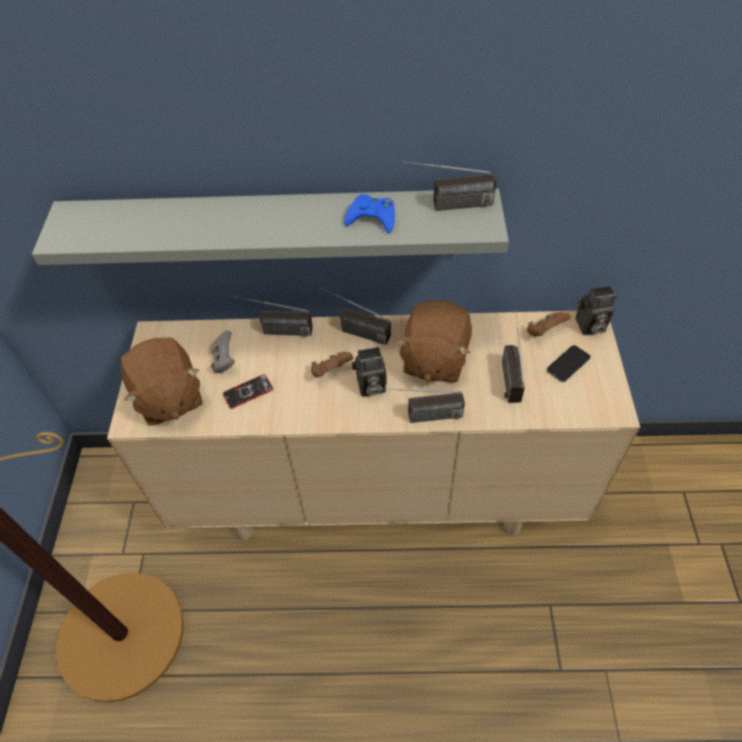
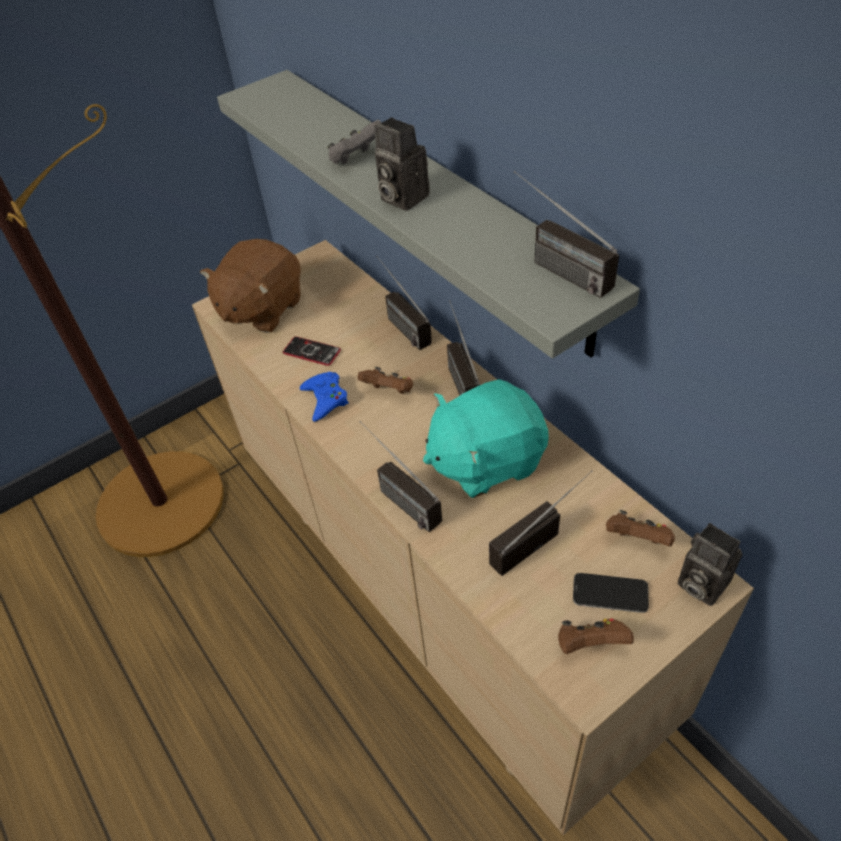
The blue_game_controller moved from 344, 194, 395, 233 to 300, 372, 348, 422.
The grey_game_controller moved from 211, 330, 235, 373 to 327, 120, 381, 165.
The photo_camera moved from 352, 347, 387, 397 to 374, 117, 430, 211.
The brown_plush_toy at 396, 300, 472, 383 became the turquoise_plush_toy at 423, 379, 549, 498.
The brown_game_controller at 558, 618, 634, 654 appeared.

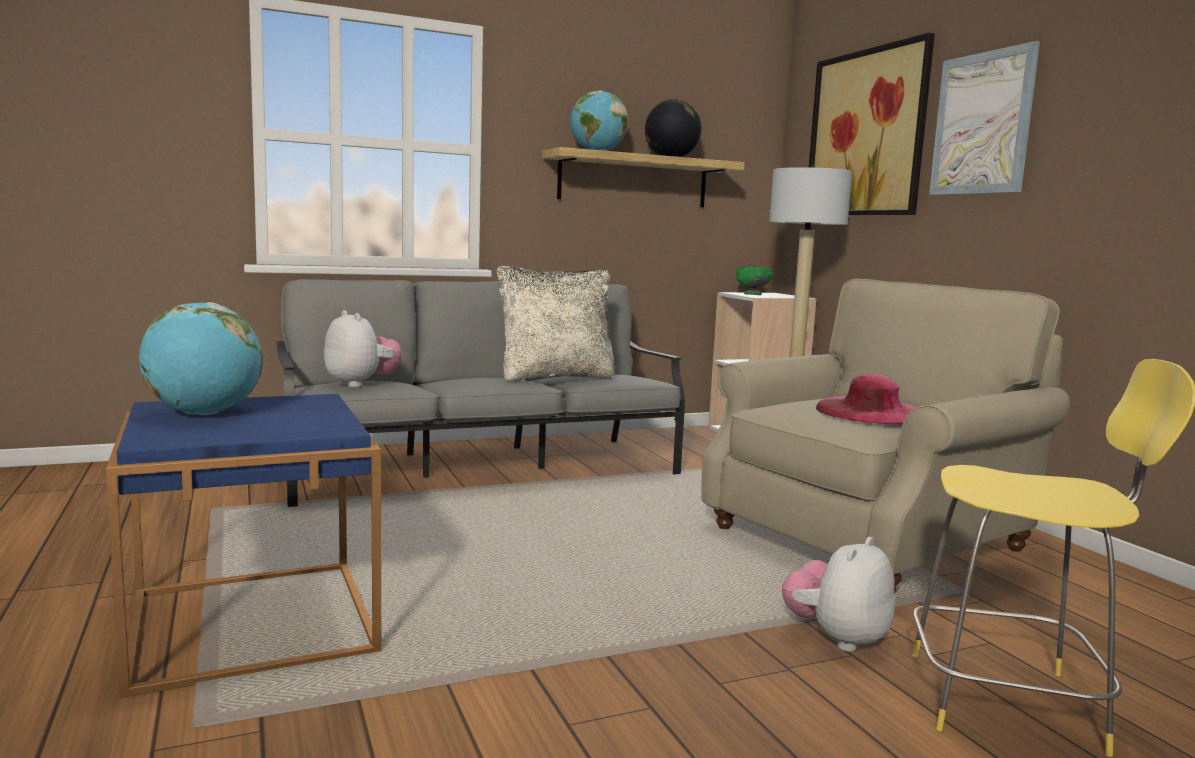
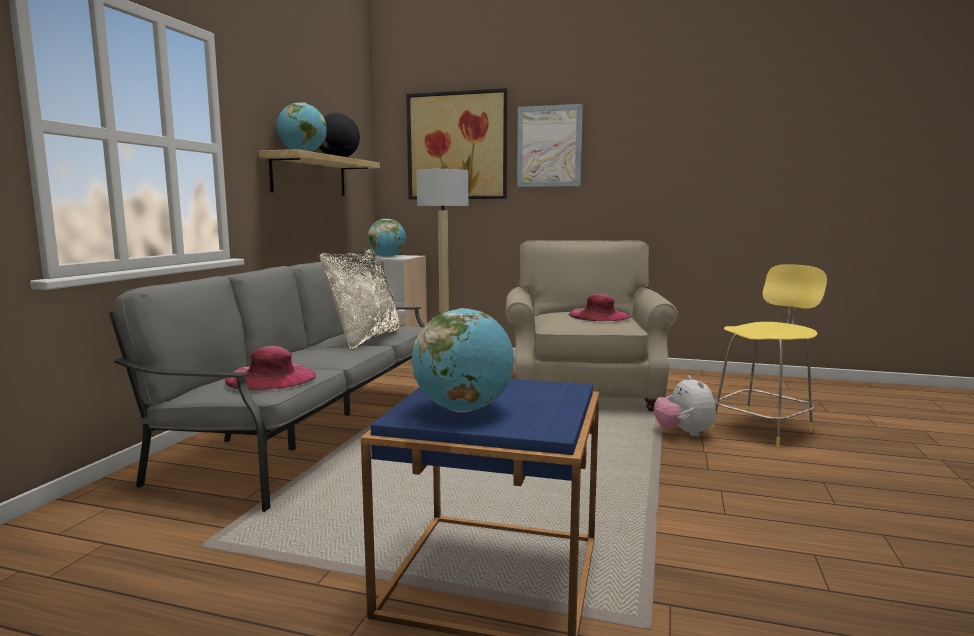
The plush_toy at 324, 310, 401, 387 was replaced by the pink_hat at 225, 346, 316, 390.
The green_bowl at 736, 267, 773, 295 was replaced by the globe at 368, 219, 406, 258.

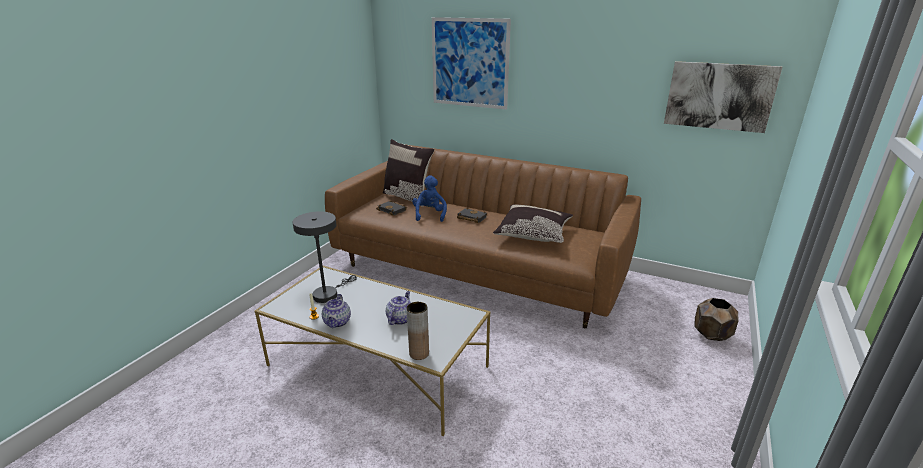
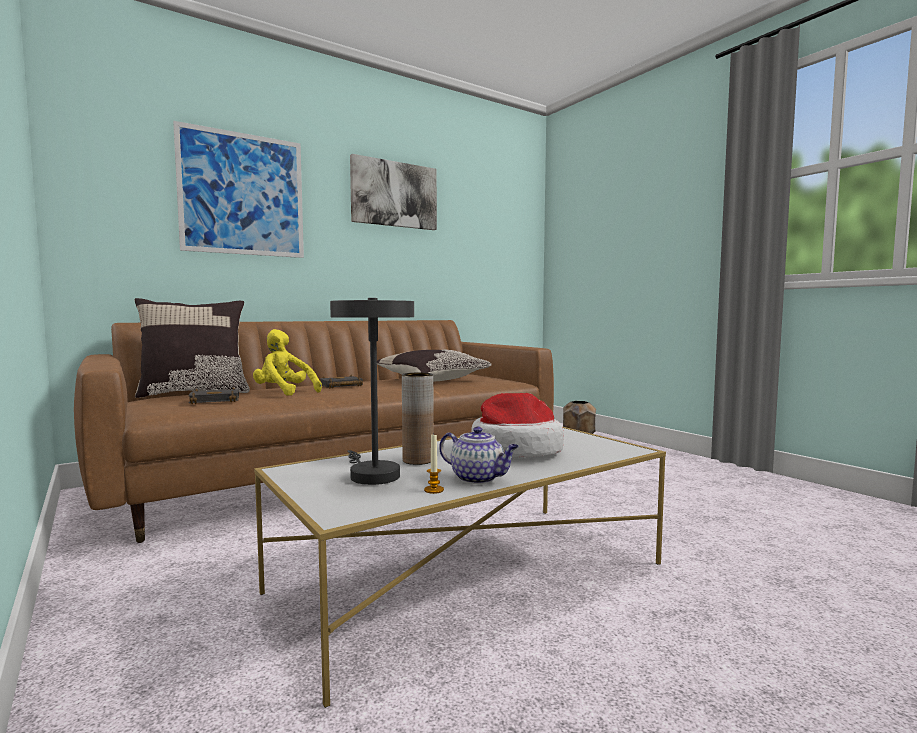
The blue_plush_toy at 412, 175, 447, 222 became the yellow_plush_toy at 253, 329, 322, 396.
The picture moved from 664, 61, 782, 133 to 350, 154, 437, 230.
The brown_vase moved from 407, 302, 429, 360 to 402, 373, 434, 465.
The teapot at 386, 291, 411, 325 was replaced by the hat at 471, 393, 564, 458.

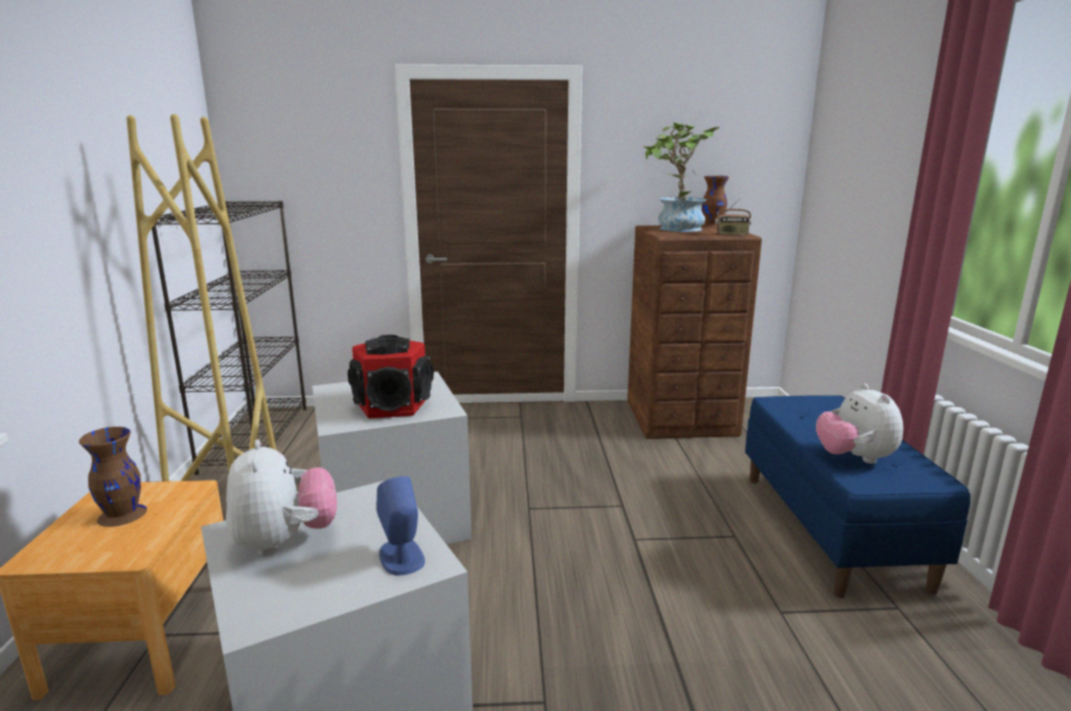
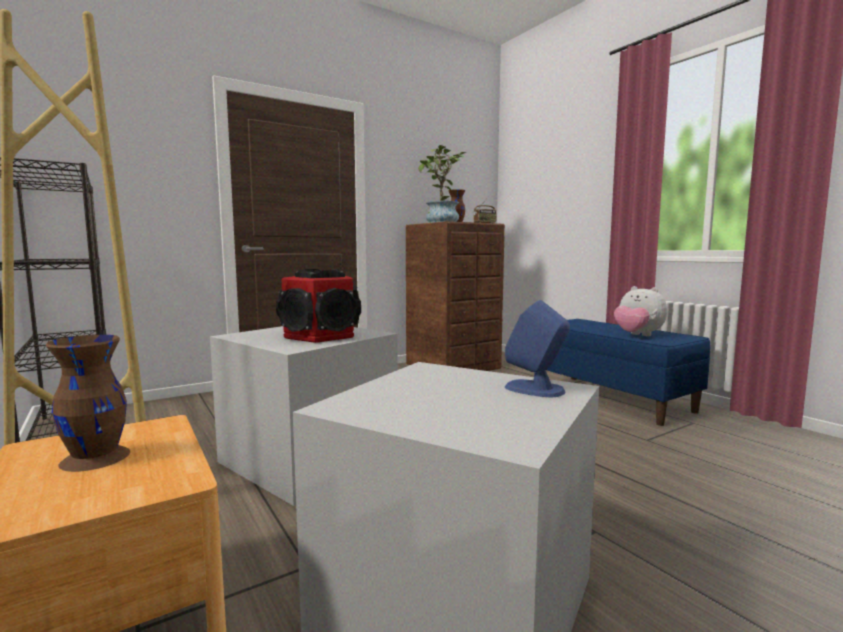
The plush_toy at 226, 440, 337, 557 disappeared.

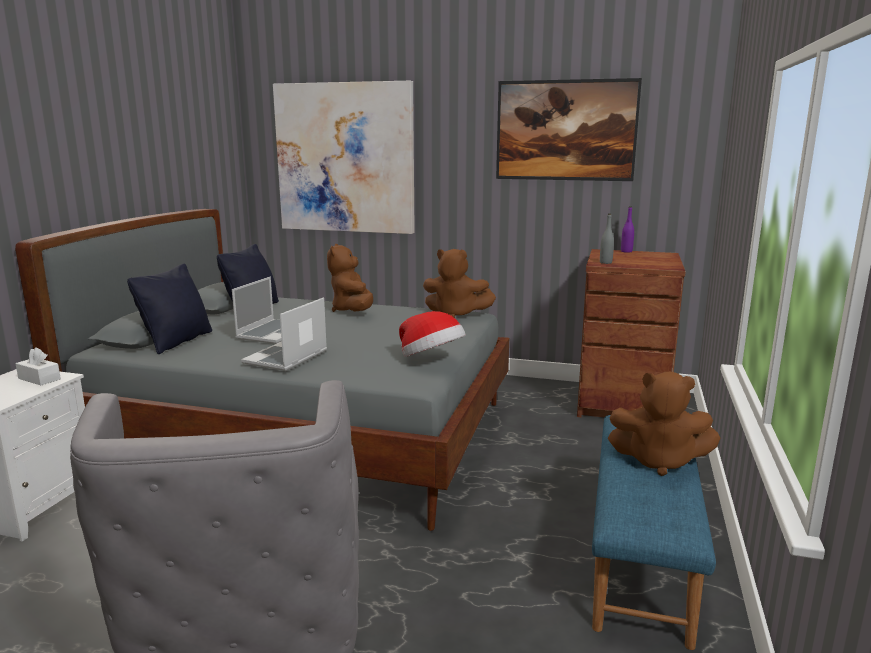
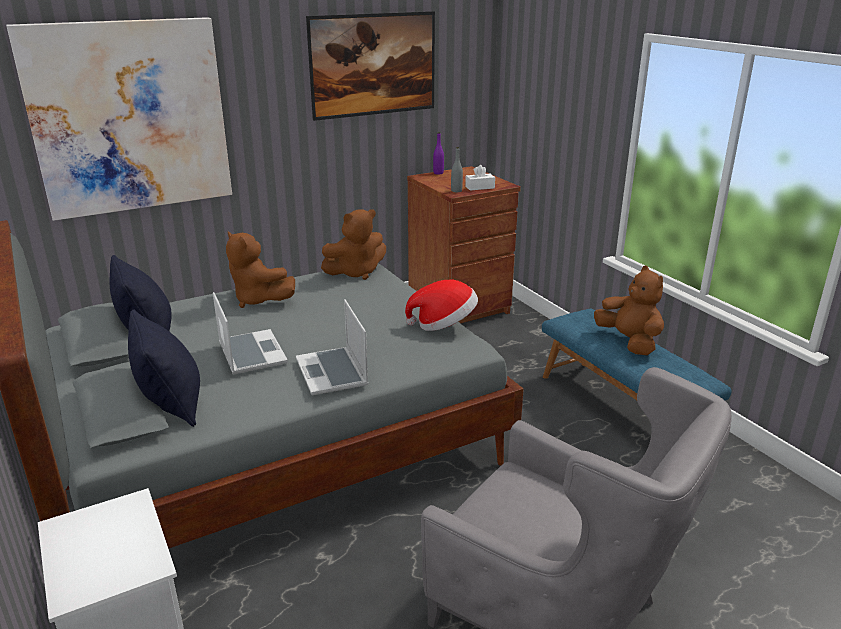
The white_tissue_box moved from 15, 347, 61, 385 to 465, 165, 495, 191.
The brown_plush_toy at 608, 372, 720, 476 turned 90 degrees counterclockwise.

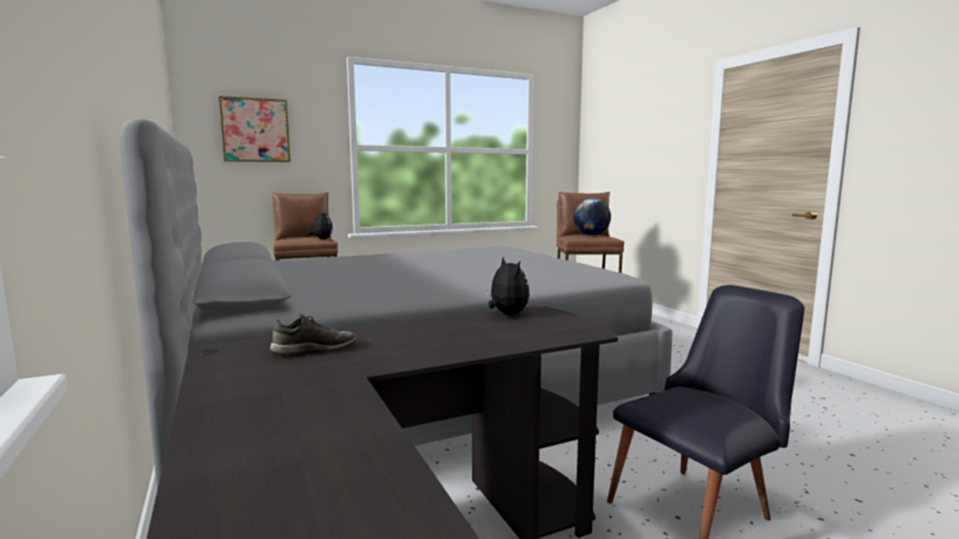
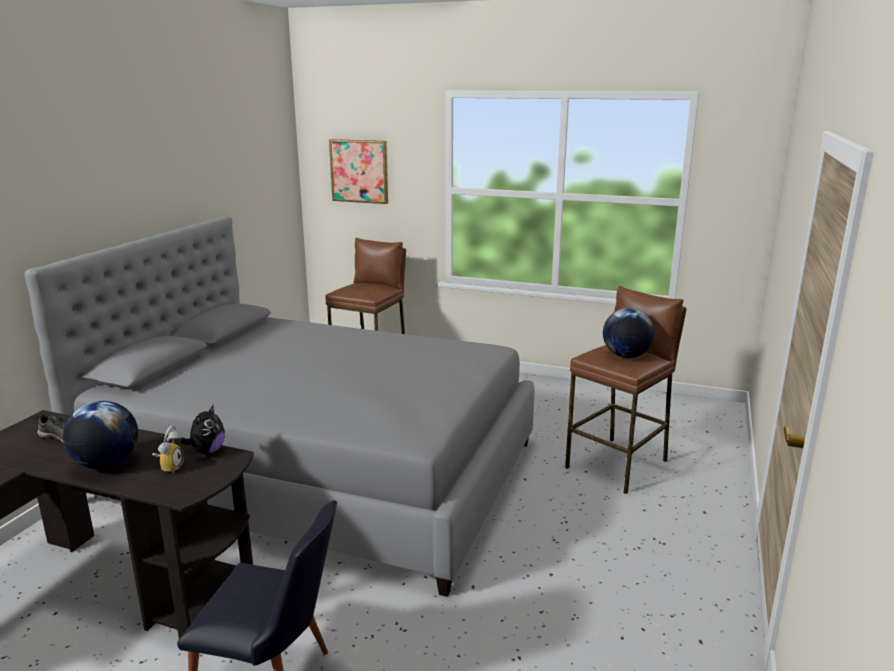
The globe at 63, 401, 138, 469 appeared.
The alarm_clock at 152, 426, 184, 473 appeared.
The plush_toy at 308, 211, 333, 239 disappeared.

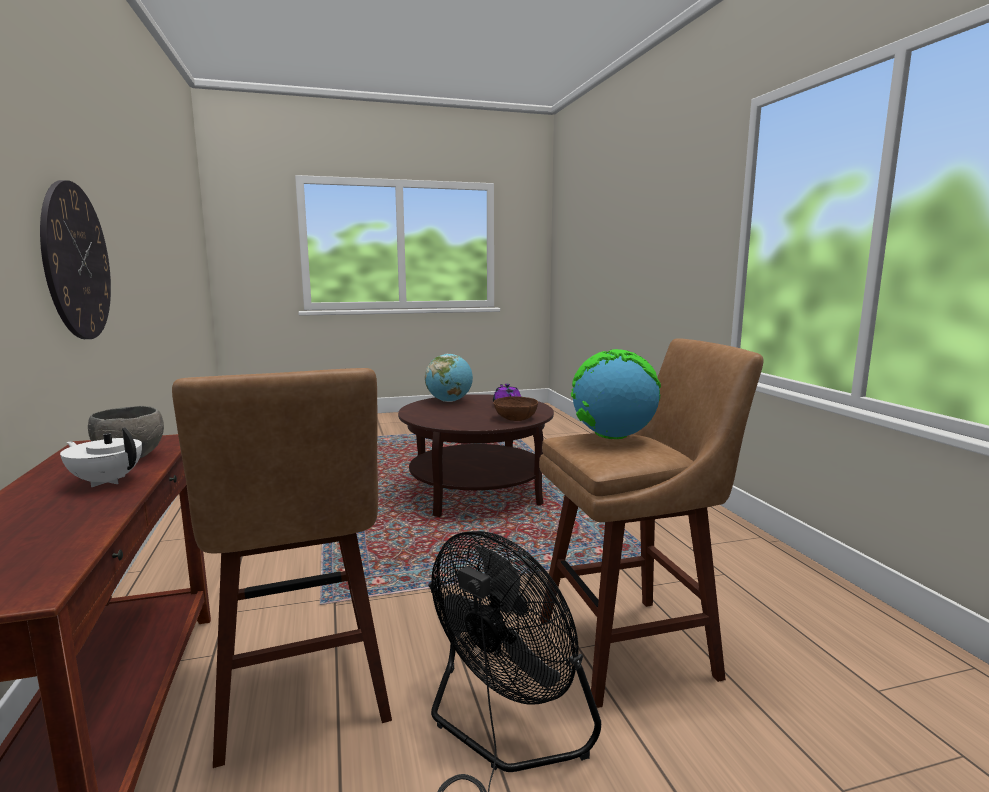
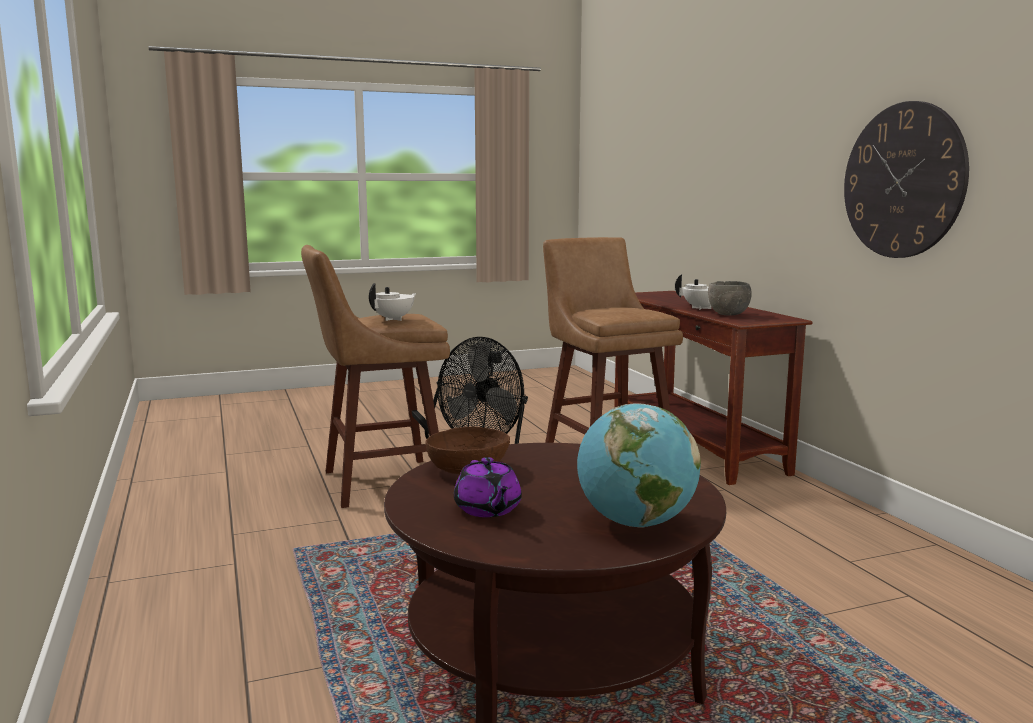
The globe at 571, 349, 661, 439 was replaced by the white_teapot at 369, 283, 417, 321.

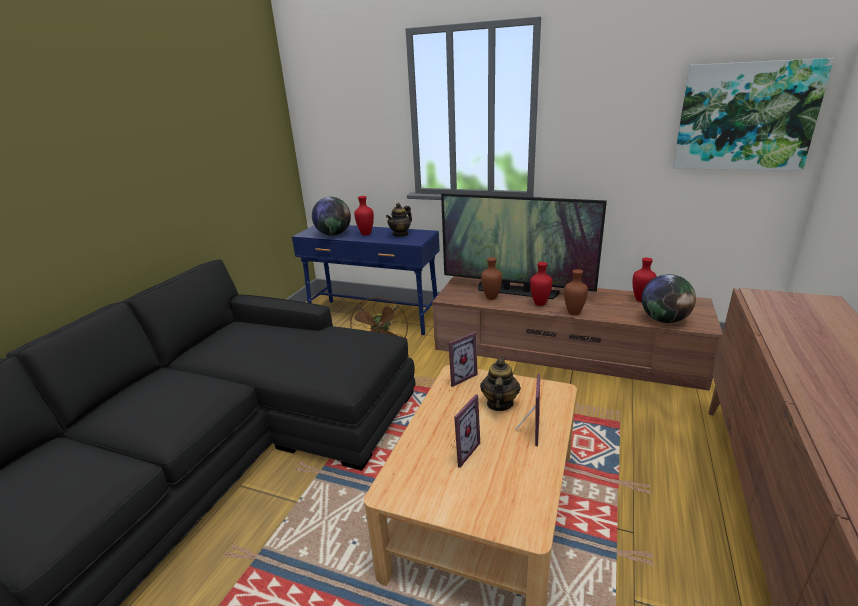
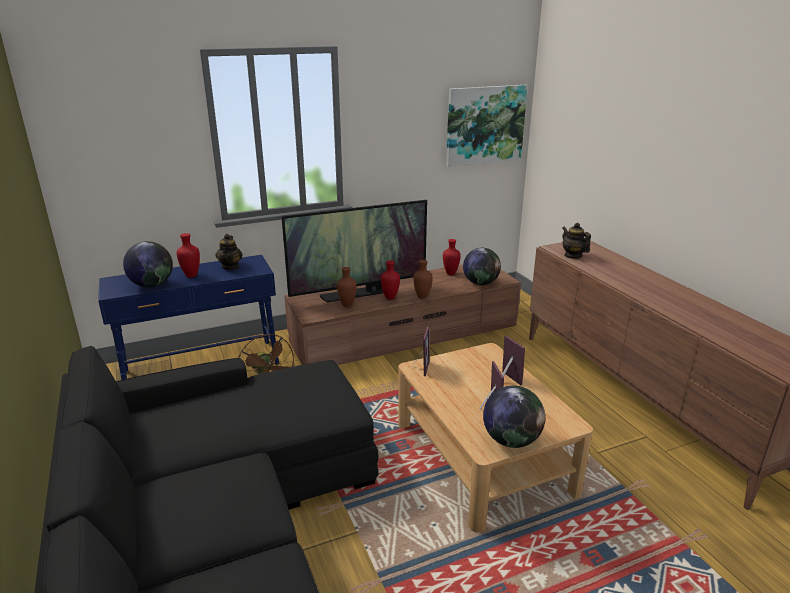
The globe at 483, 385, 545, 448 appeared.
The teapot moved from 480, 357, 521, 411 to 562, 223, 591, 259.

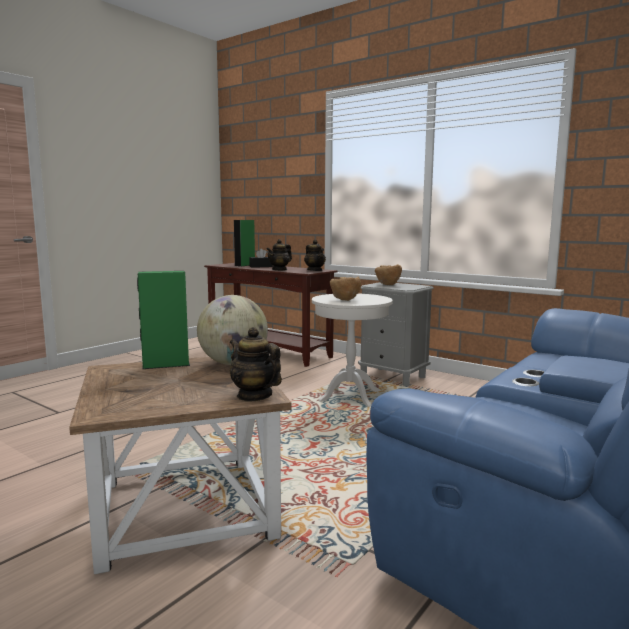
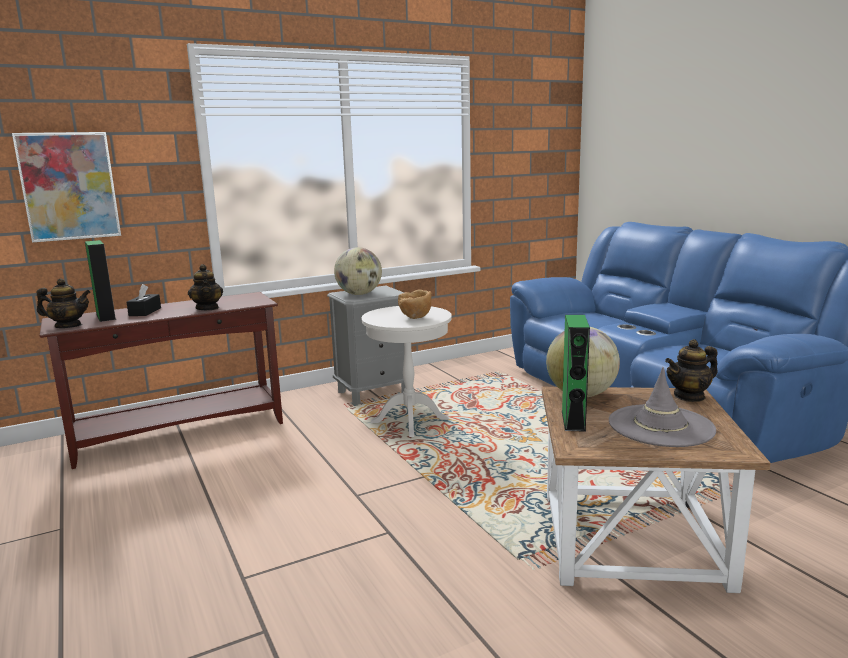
The picture at 12, 132, 121, 243 appeared.
The teapot moved from 304, 240, 326, 271 to 36, 278, 91, 328.
The brown_bowl at 375, 264, 402, 285 was replaced by the globe at 334, 247, 382, 295.
The grey_hat at 609, 367, 716, 447 appeared.

